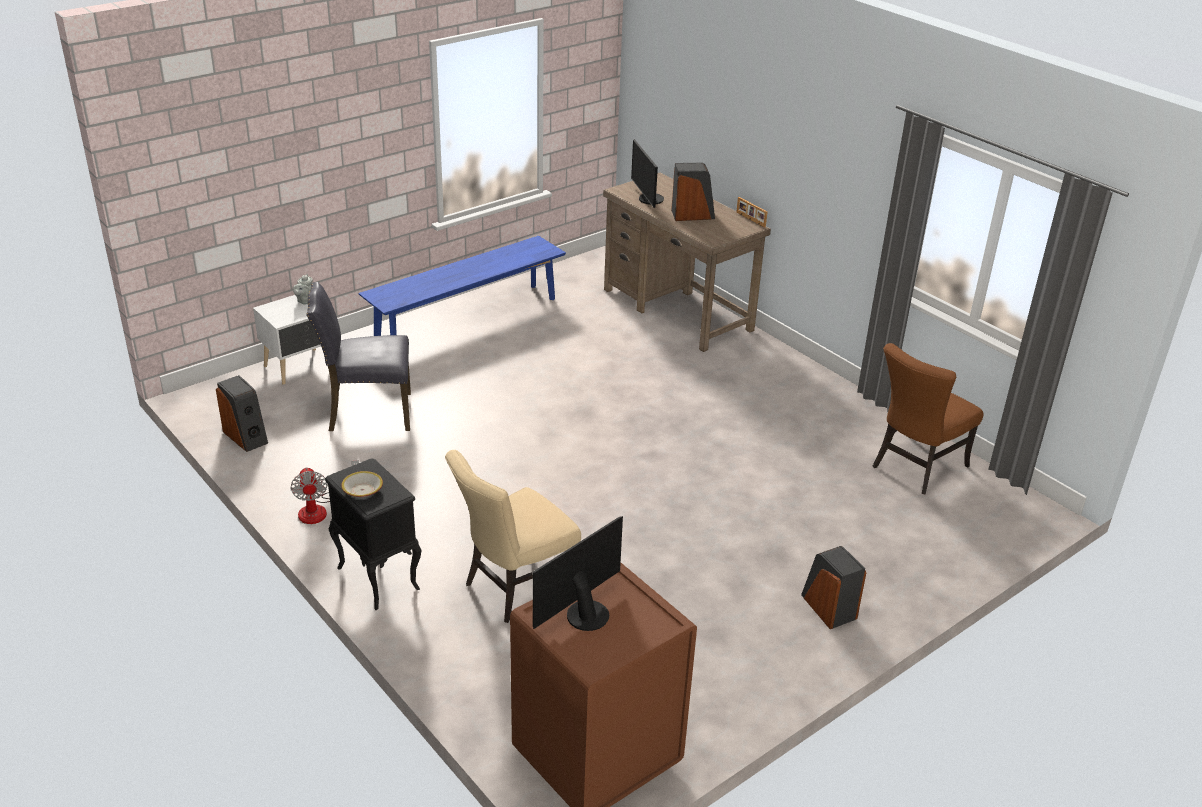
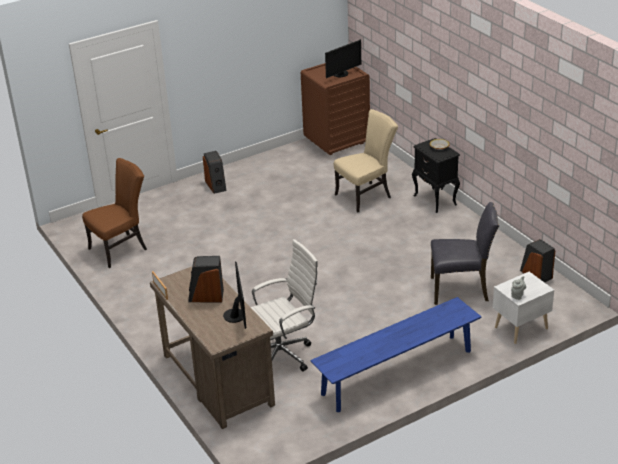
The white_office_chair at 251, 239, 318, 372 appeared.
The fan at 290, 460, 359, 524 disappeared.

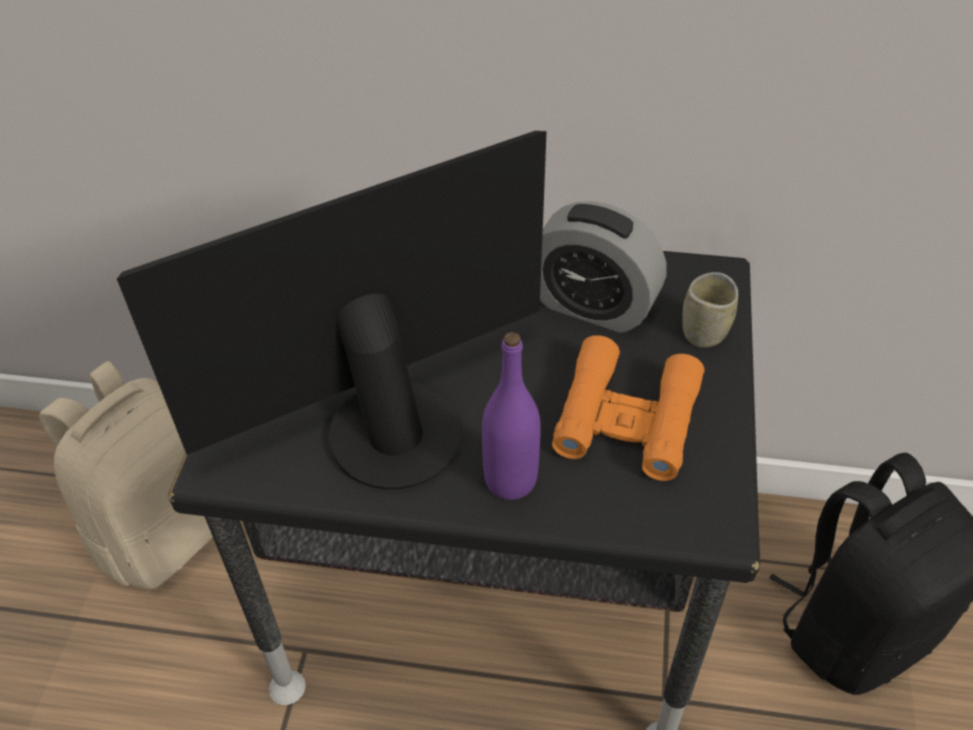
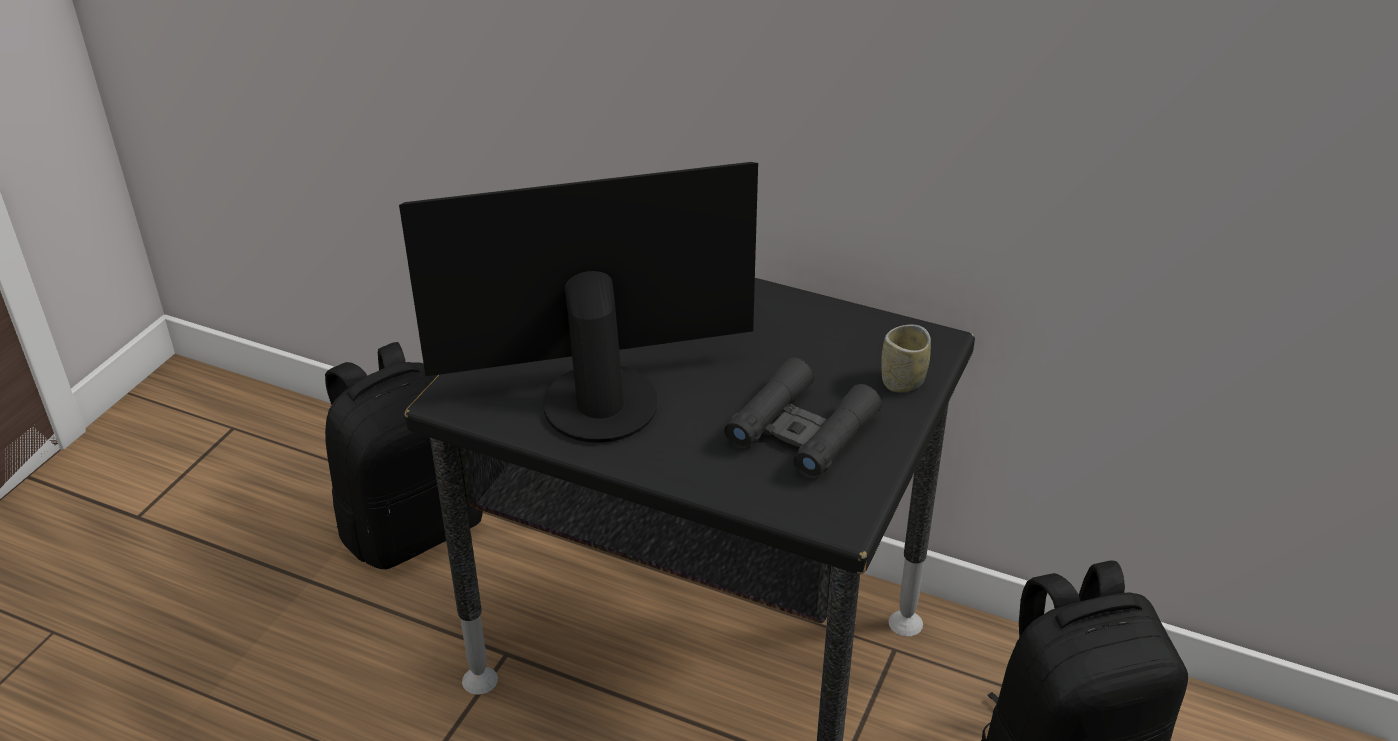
The beige_backpack at 38, 361, 213, 589 became the black_backpack at 325, 342, 483, 569.
The orange_binoculars at 552, 335, 705, 481 became the black_binoculars at 724, 357, 882, 479.
The purple_bottle at 482, 332, 541, 500 disappeared.
The alarm_clock at 540, 201, 666, 333 disappeared.

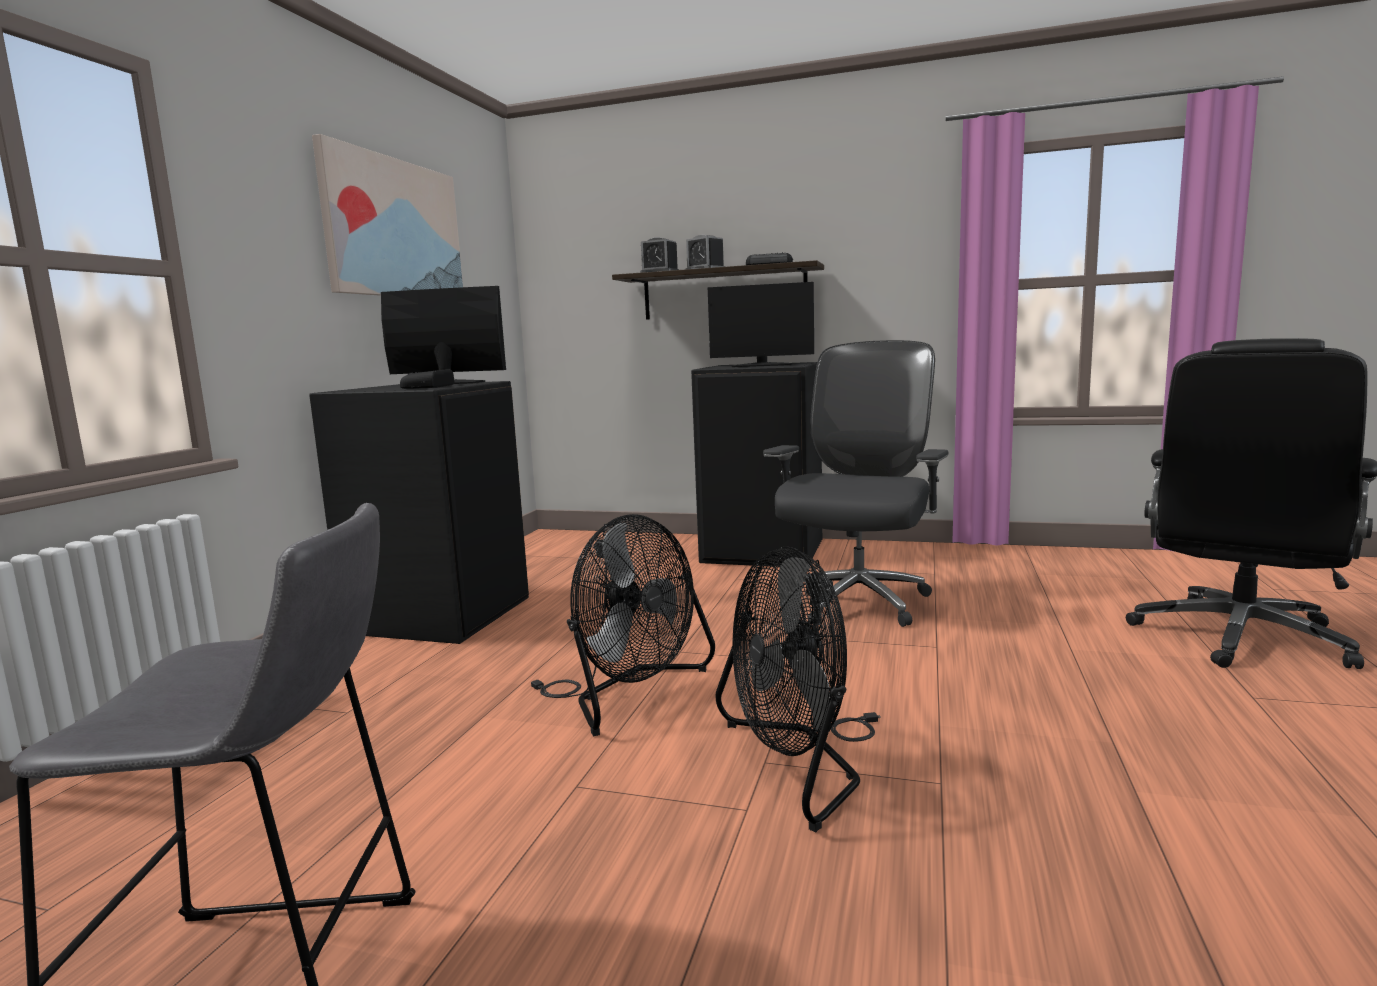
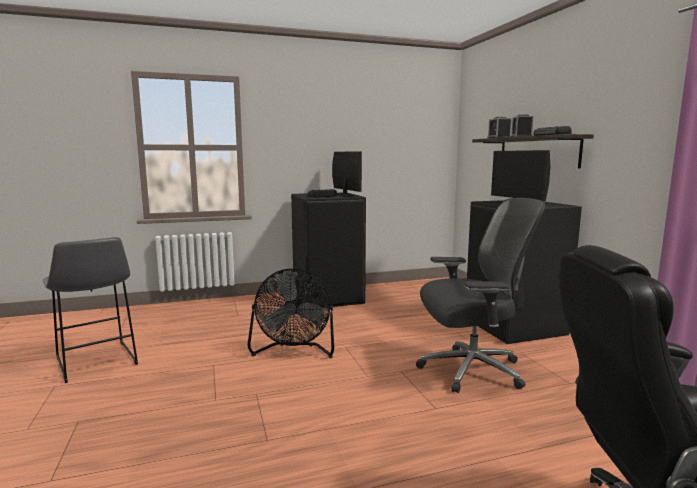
The picture at 312, 134, 463, 296 disappeared.
The black_fan at 716, 547, 881, 833 disappeared.

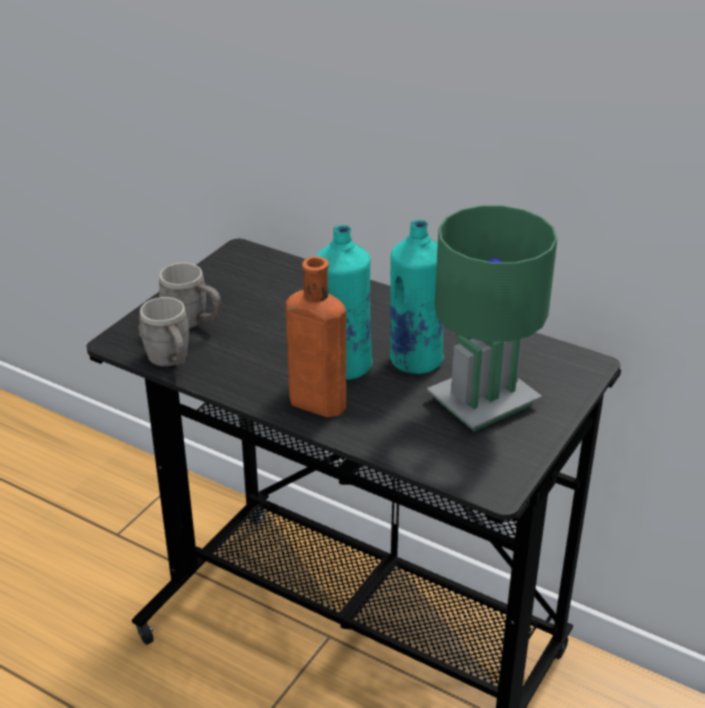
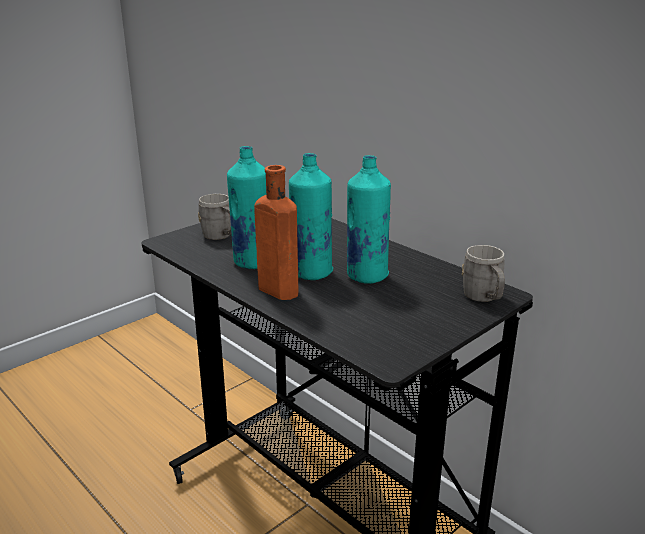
The turquoise_bottle at 227, 146, 266, 269 appeared.
The grey_mug moved from 138, 297, 189, 366 to 462, 245, 505, 302.
The green_table_lamp at 427, 206, 557, 432 disappeared.

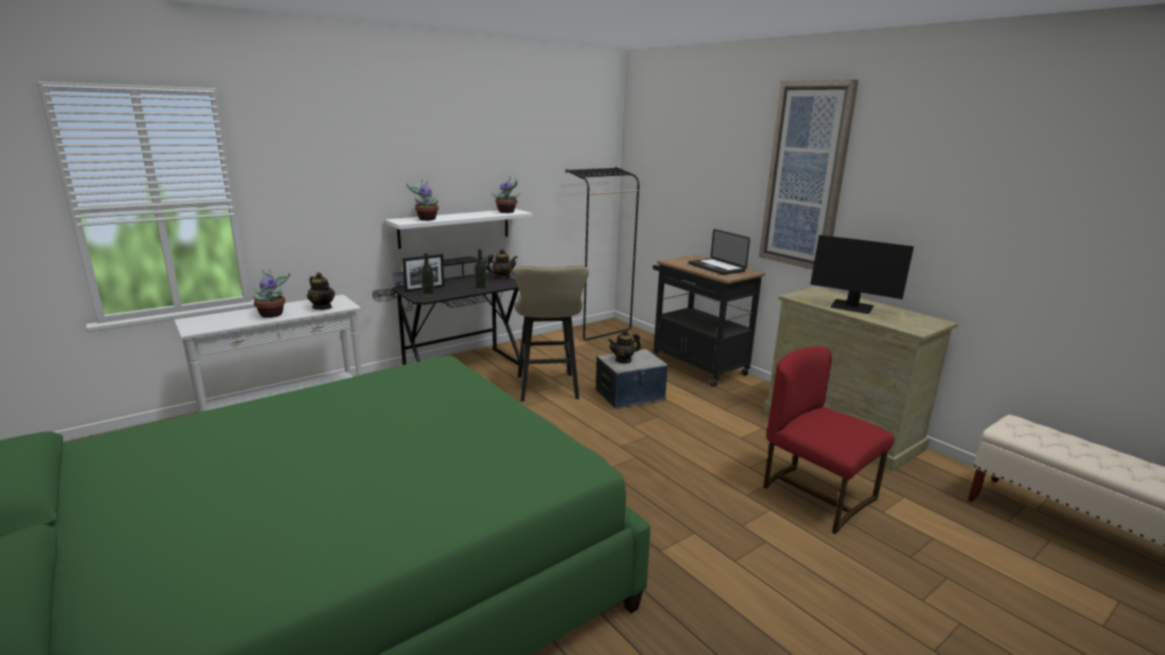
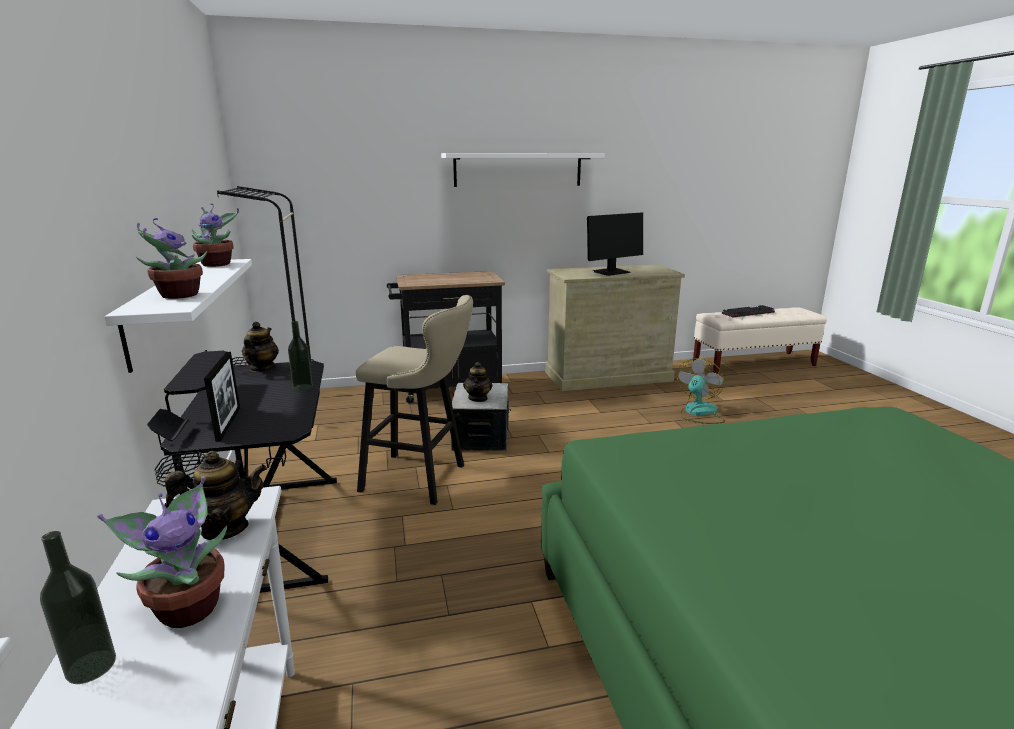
The bottle moved from 421, 253, 434, 297 to 40, 531, 116, 684.
The picture at 759, 79, 859, 270 was replaced by the white_shelf at 441, 153, 605, 187.
The red_chair at 764, 346, 894, 534 was replaced by the fan at 677, 358, 725, 424.
The keyboard at 722, 305, 775, 318 appeared.
The laptop at 688, 229, 750, 275 disappeared.

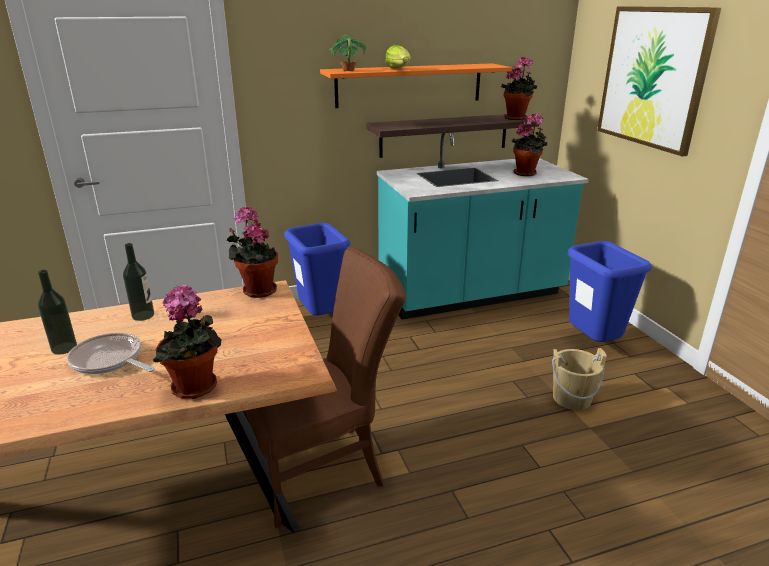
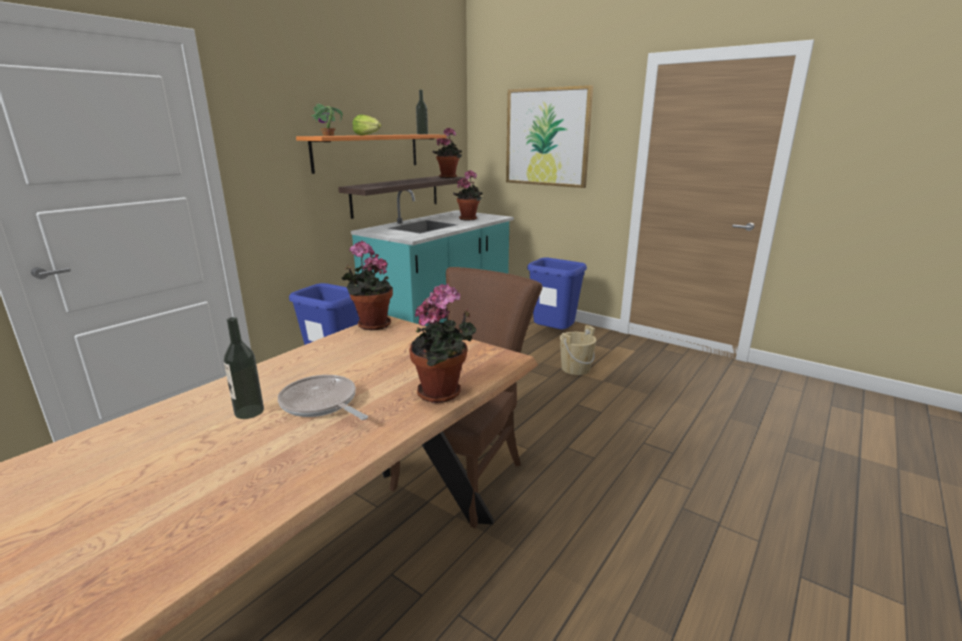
The frying_pan at 67, 333, 155, 374 turned 45 degrees clockwise.
The bottle moved from 123, 243, 154, 321 to 416, 90, 428, 135.

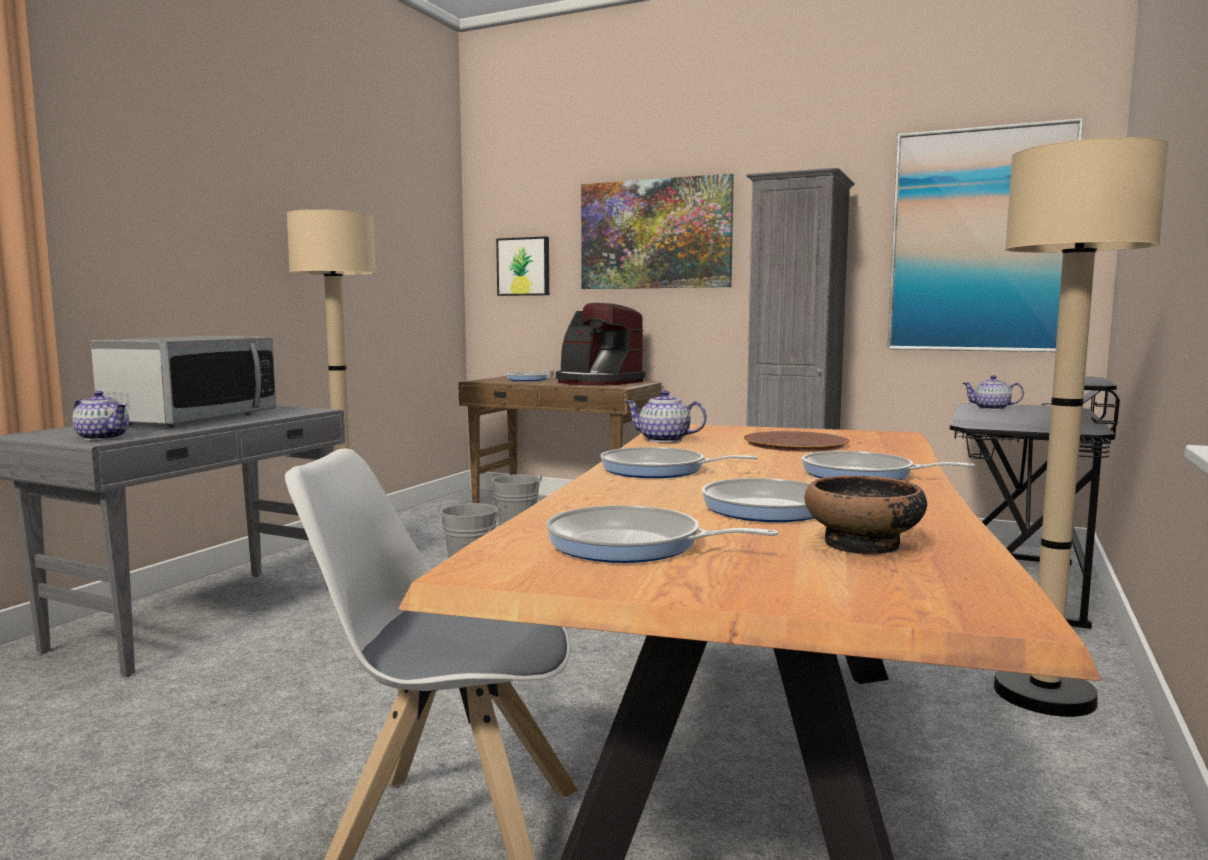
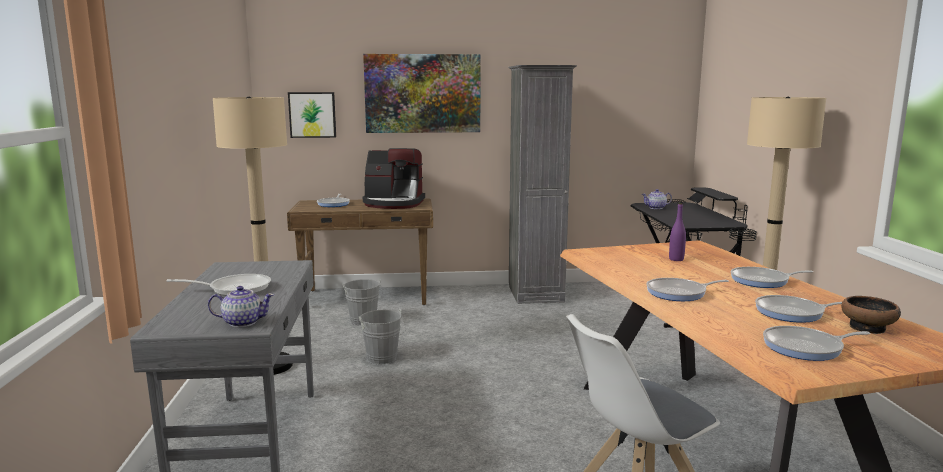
The microwave at 91, 336, 277, 427 was replaced by the frying_pan at 167, 274, 271, 296.
The brown_plate at 744, 431, 850, 452 was replaced by the purple_bottle at 669, 203, 686, 261.
The teapot at 624, 390, 707, 443 disappeared.
The picture at 887, 118, 1083, 352 disappeared.

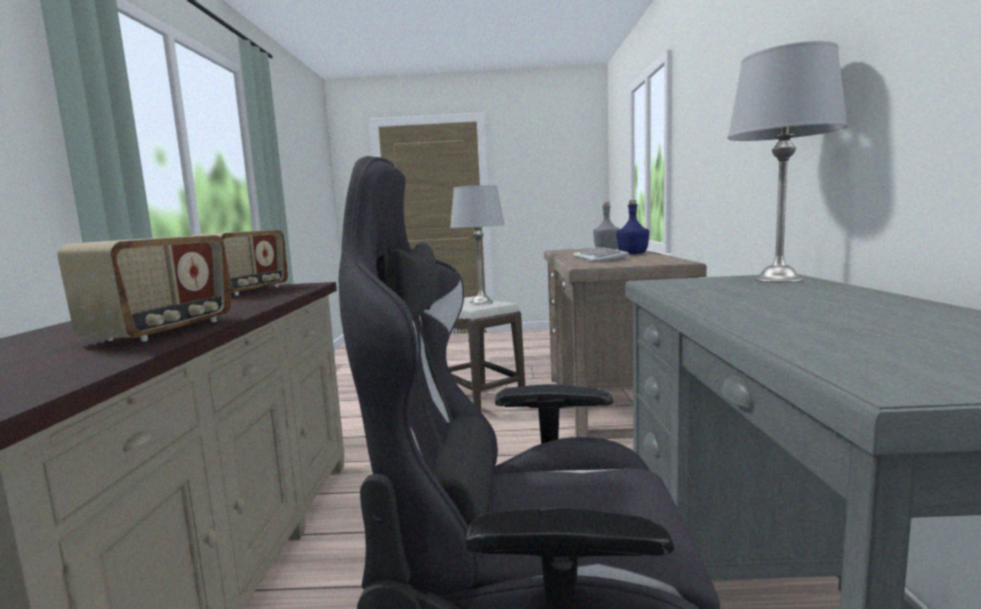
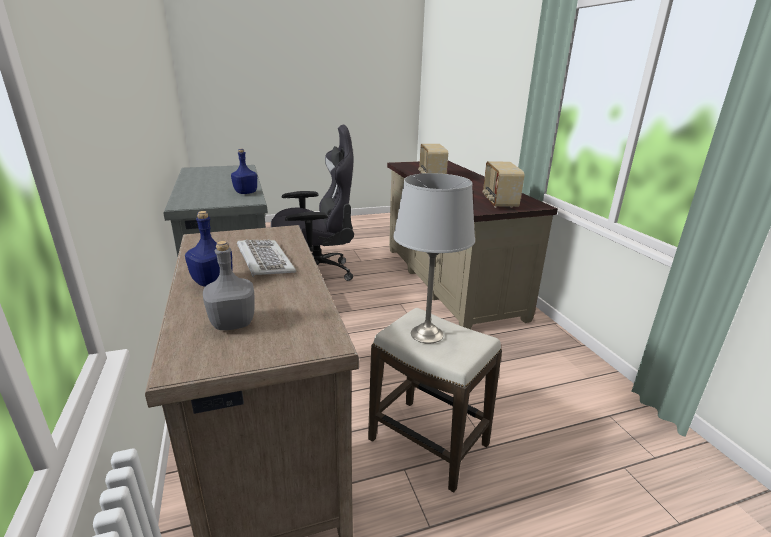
The blue_bottle at 231, 148, 257, 194 appeared.
The grey_table_lamp at 727, 41, 848, 282 disappeared.

